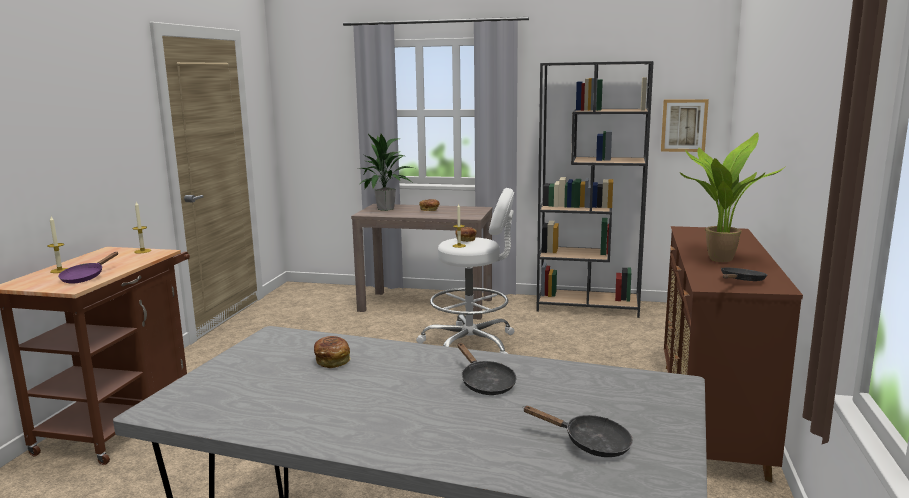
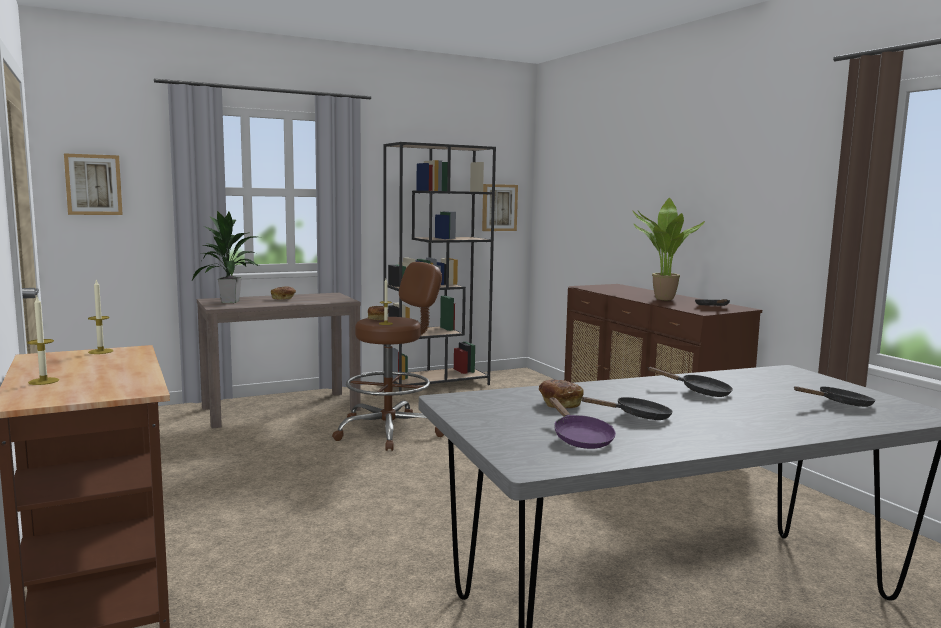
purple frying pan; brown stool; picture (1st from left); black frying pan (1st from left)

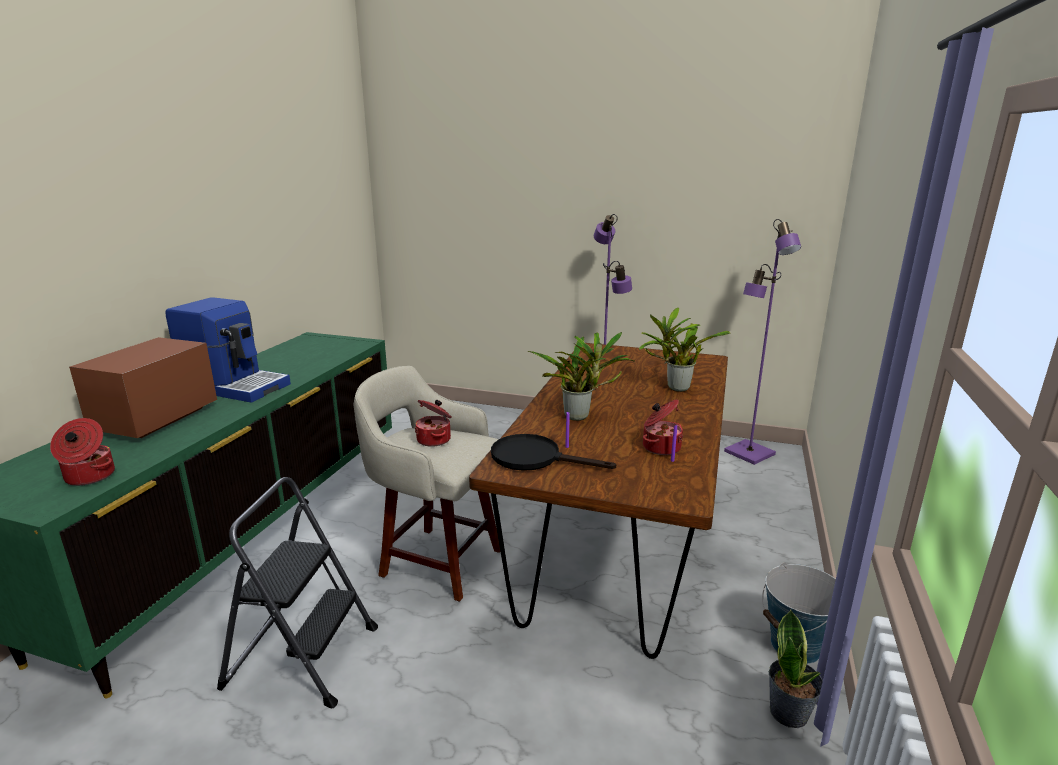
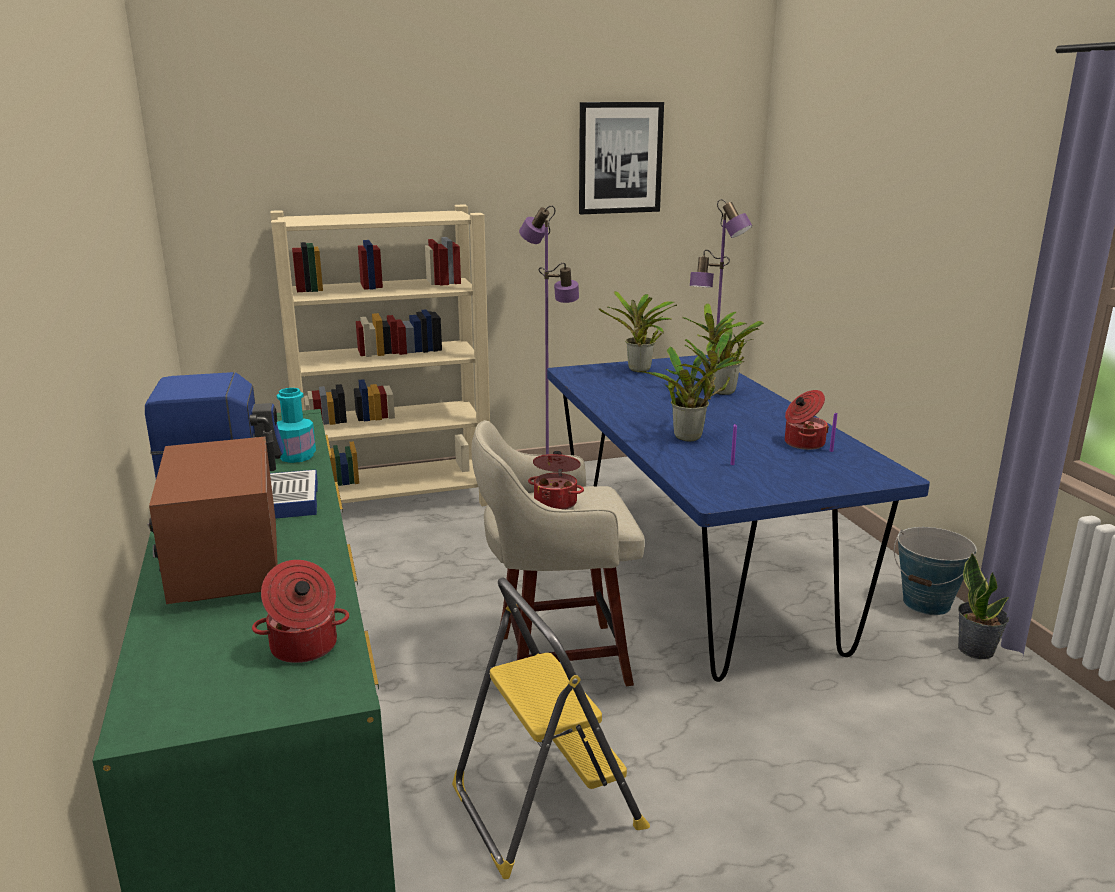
yellow step ladder; blue dining table; black frying pan; beige bookcase; turquoise bottle; picture; potted plant (1st from left)

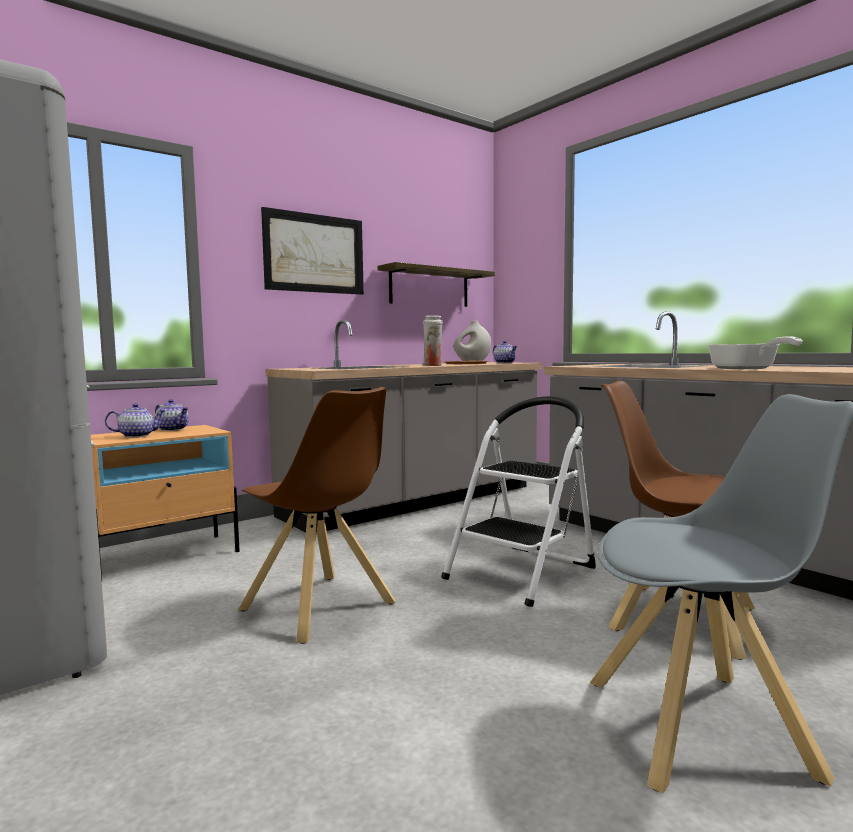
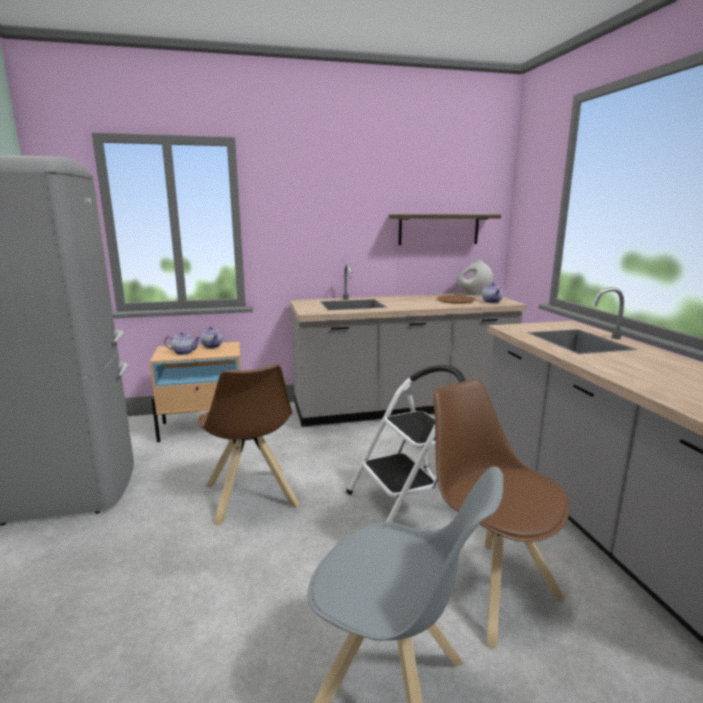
picture; white vase (1st from left in the first image); frying pan

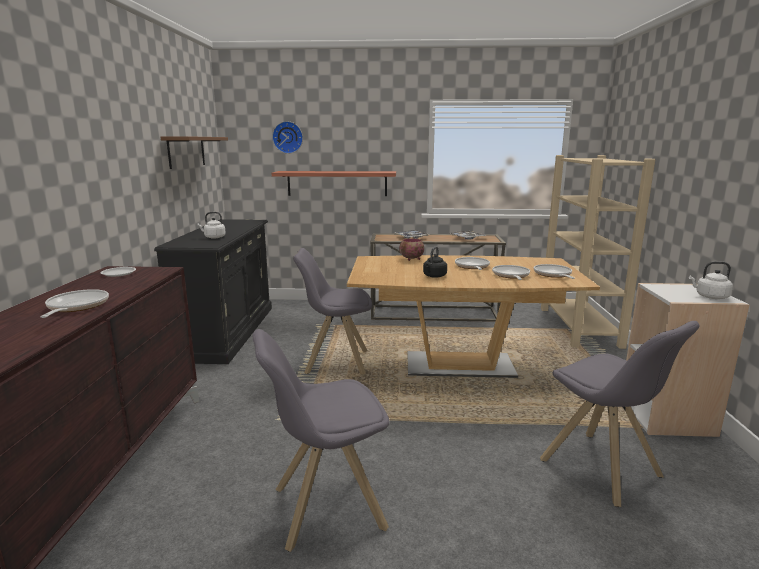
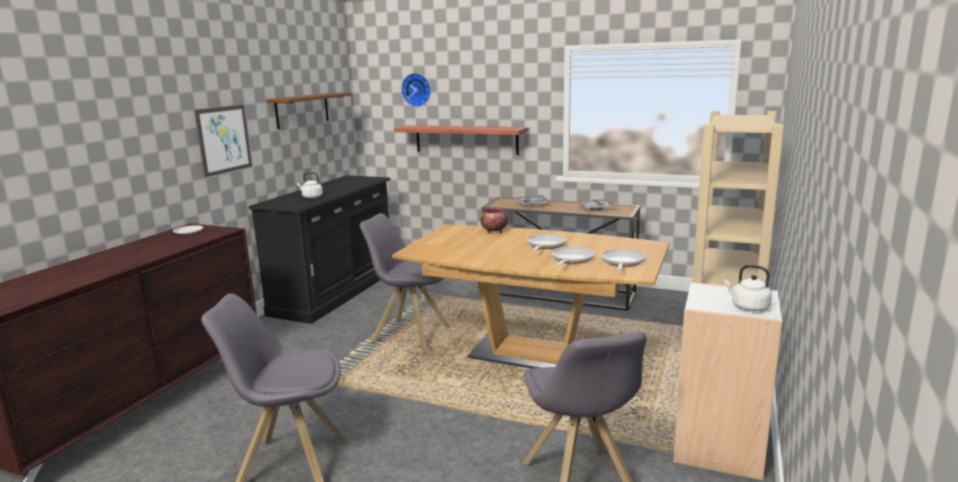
frying pan (1st from left in the first image); black kettle; picture

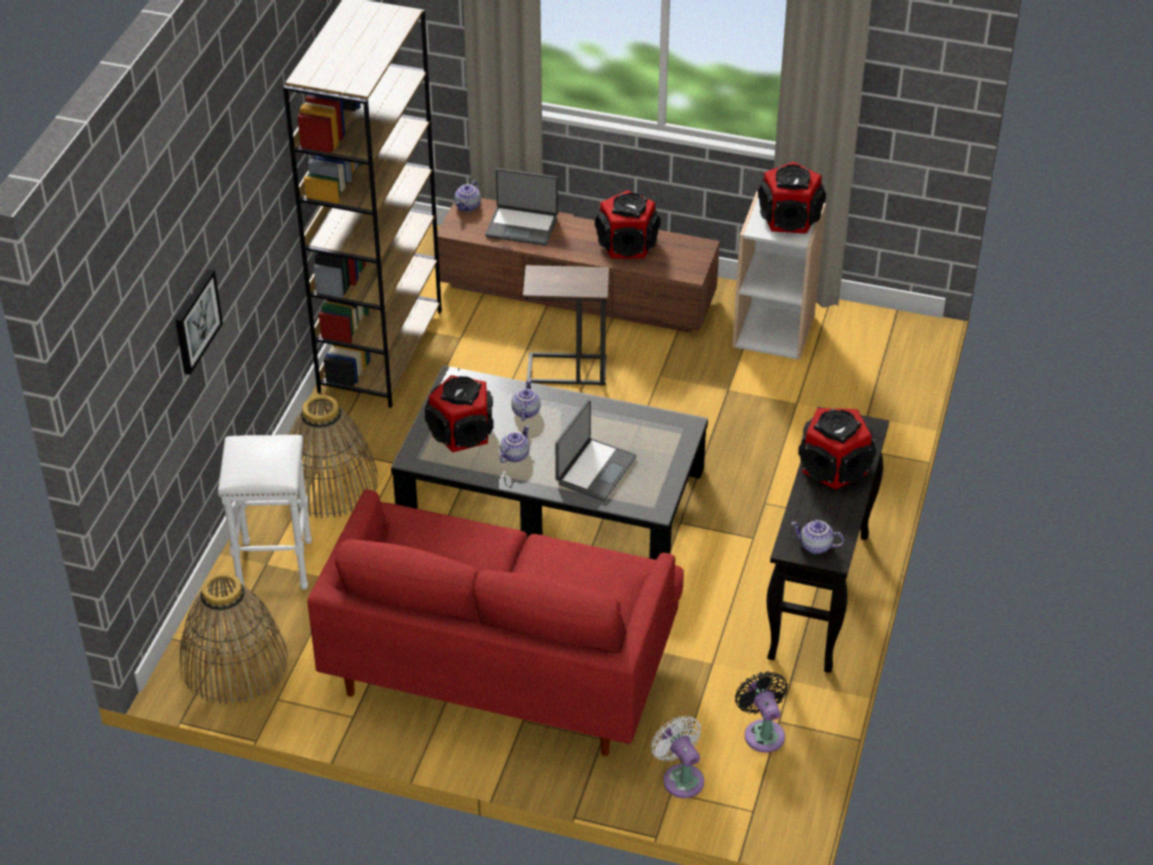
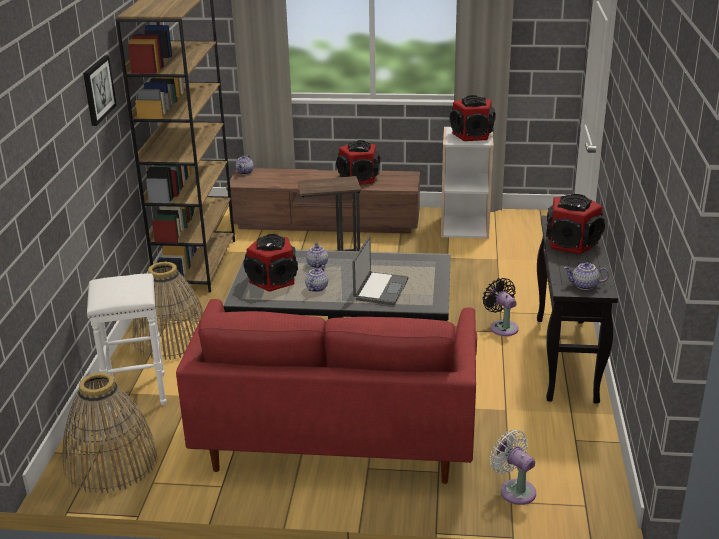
picture; laptop (1st from left in the first image); black fan

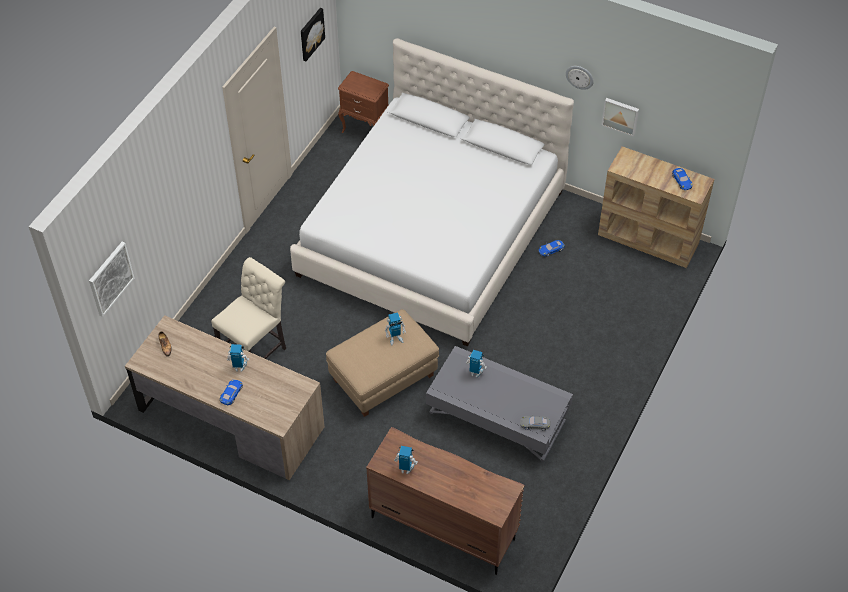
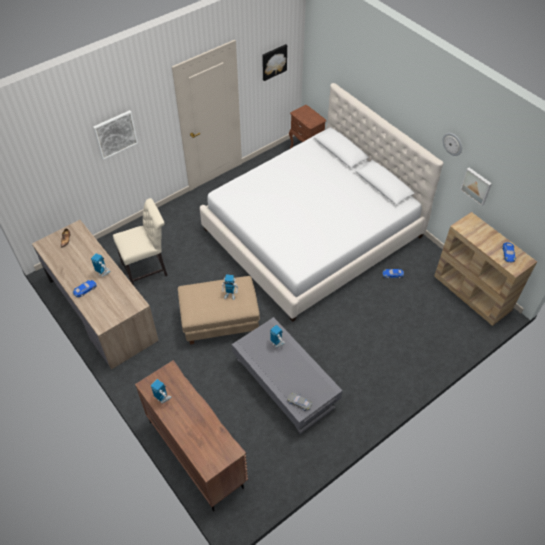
picture (1st from left)

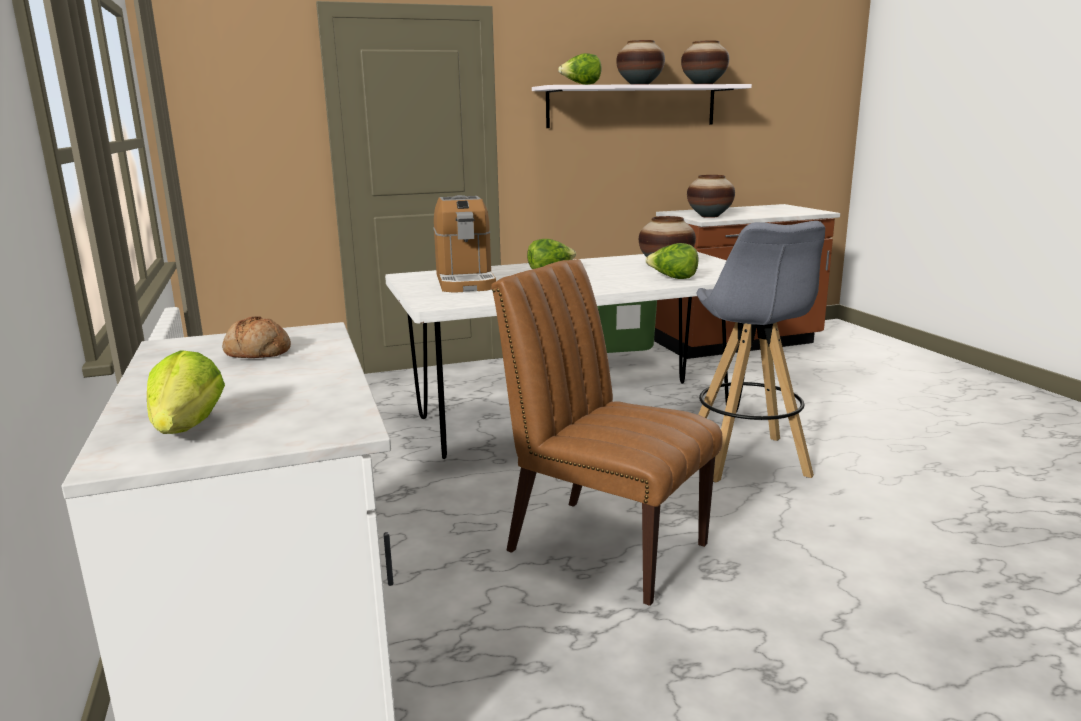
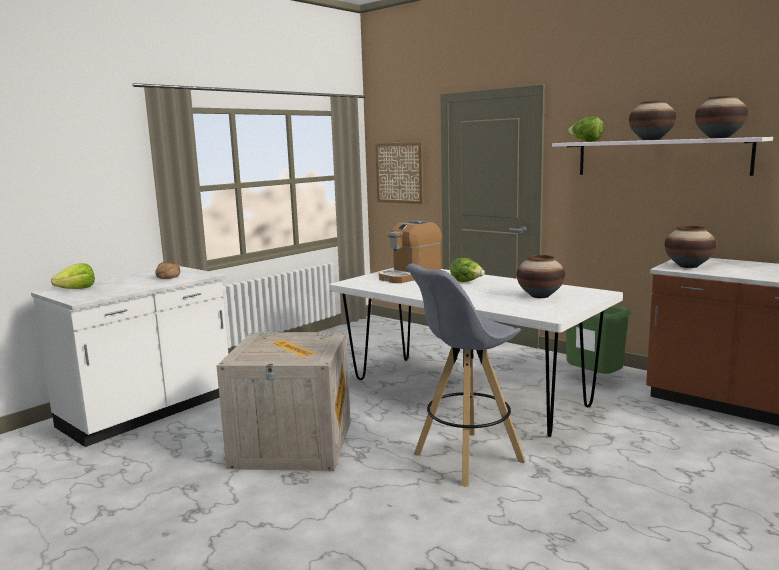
crate; lettuce (4th from left in the first image); picture

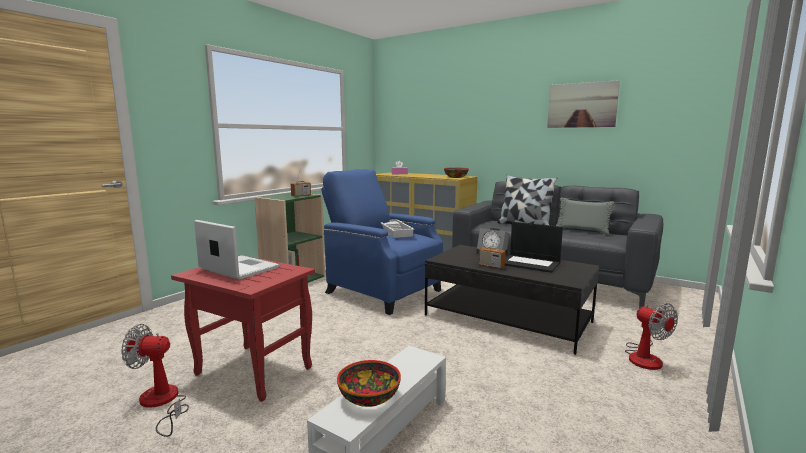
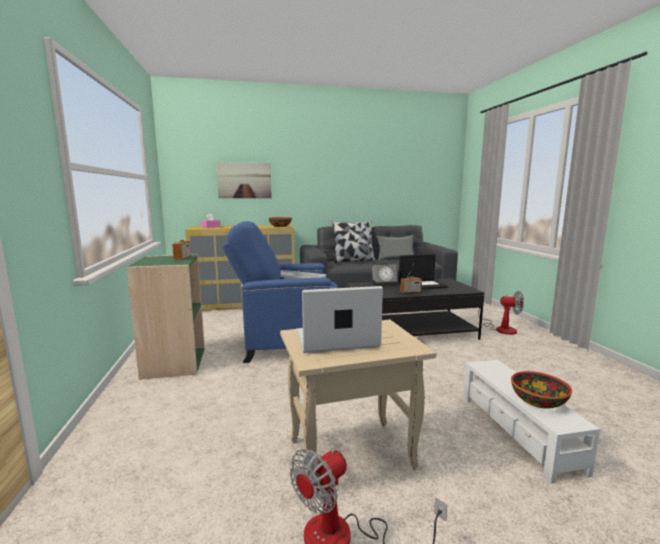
beige side table; picture

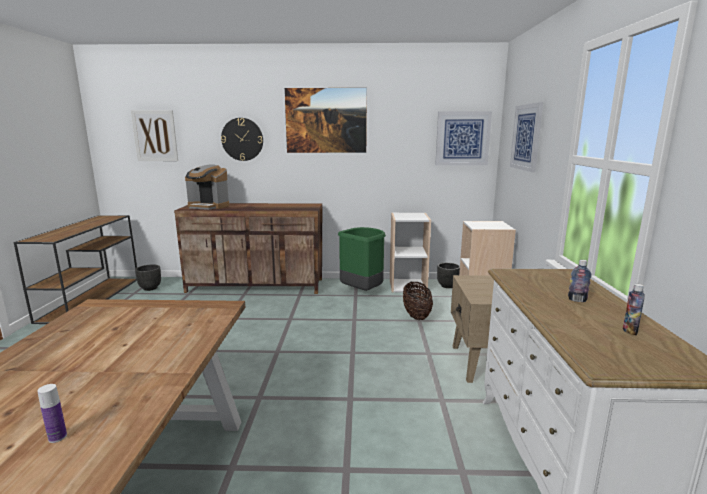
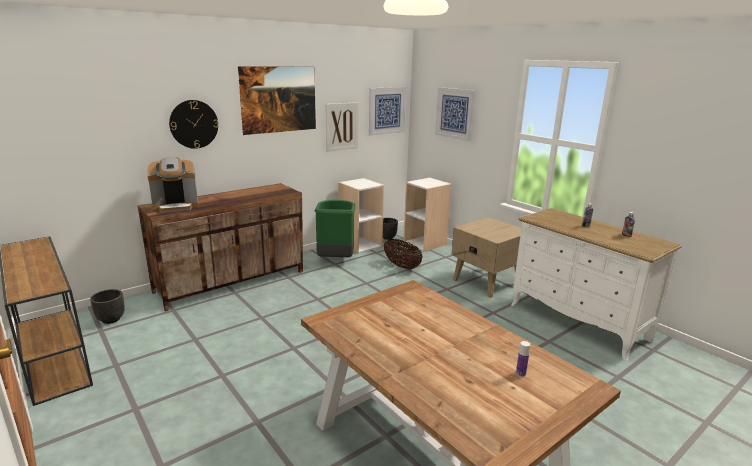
picture (2nd from left)

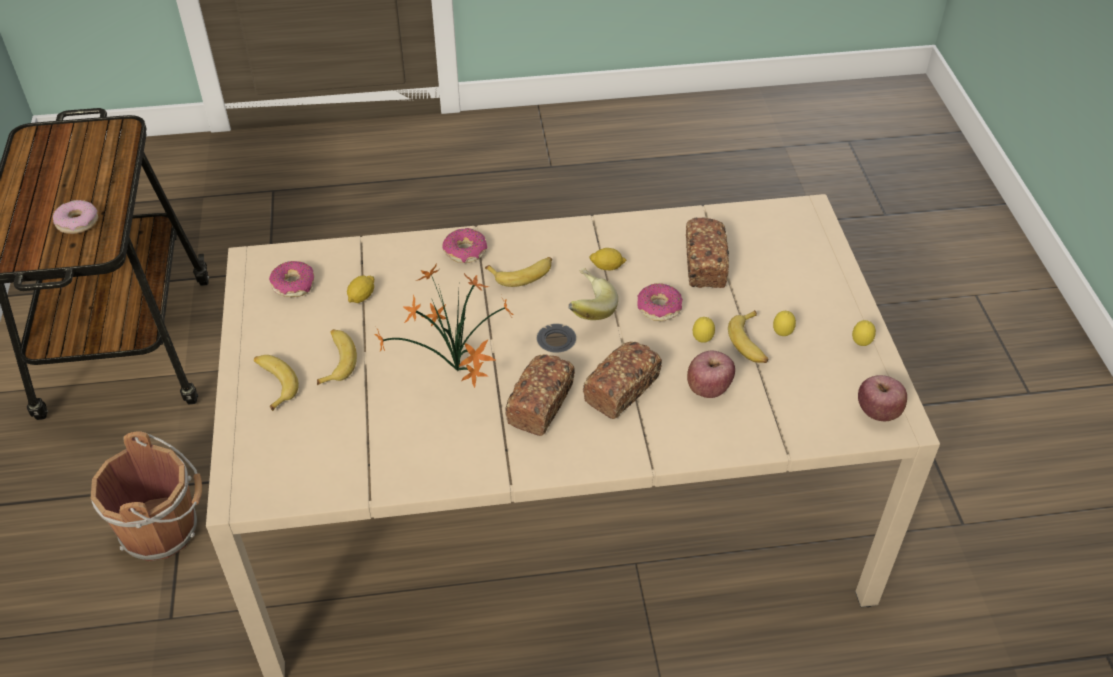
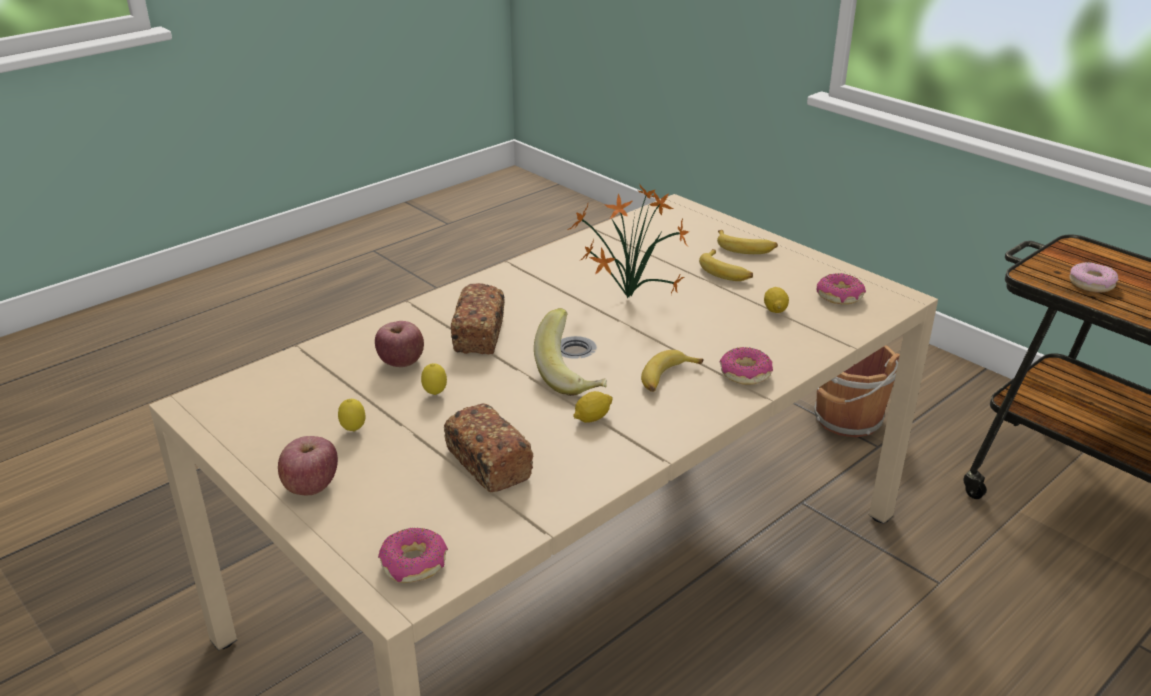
bread (1st from left in the first image); donut (1st from left); banana (5th from left in the first image); lemon (5th from left in the first image); apple (1st from left)

